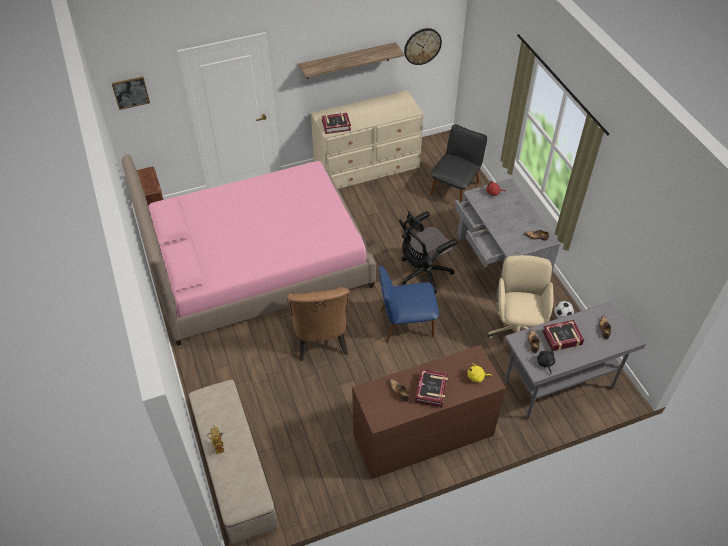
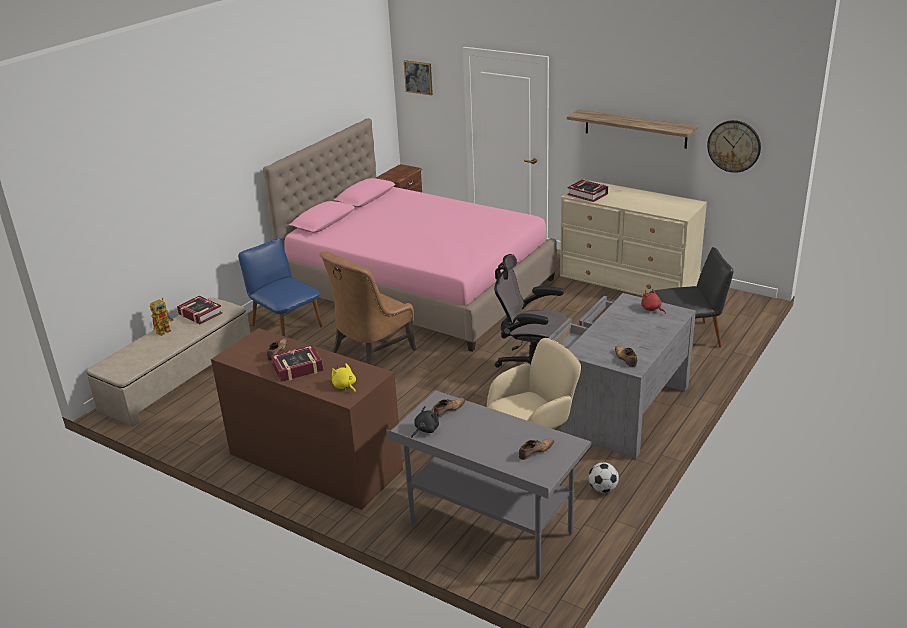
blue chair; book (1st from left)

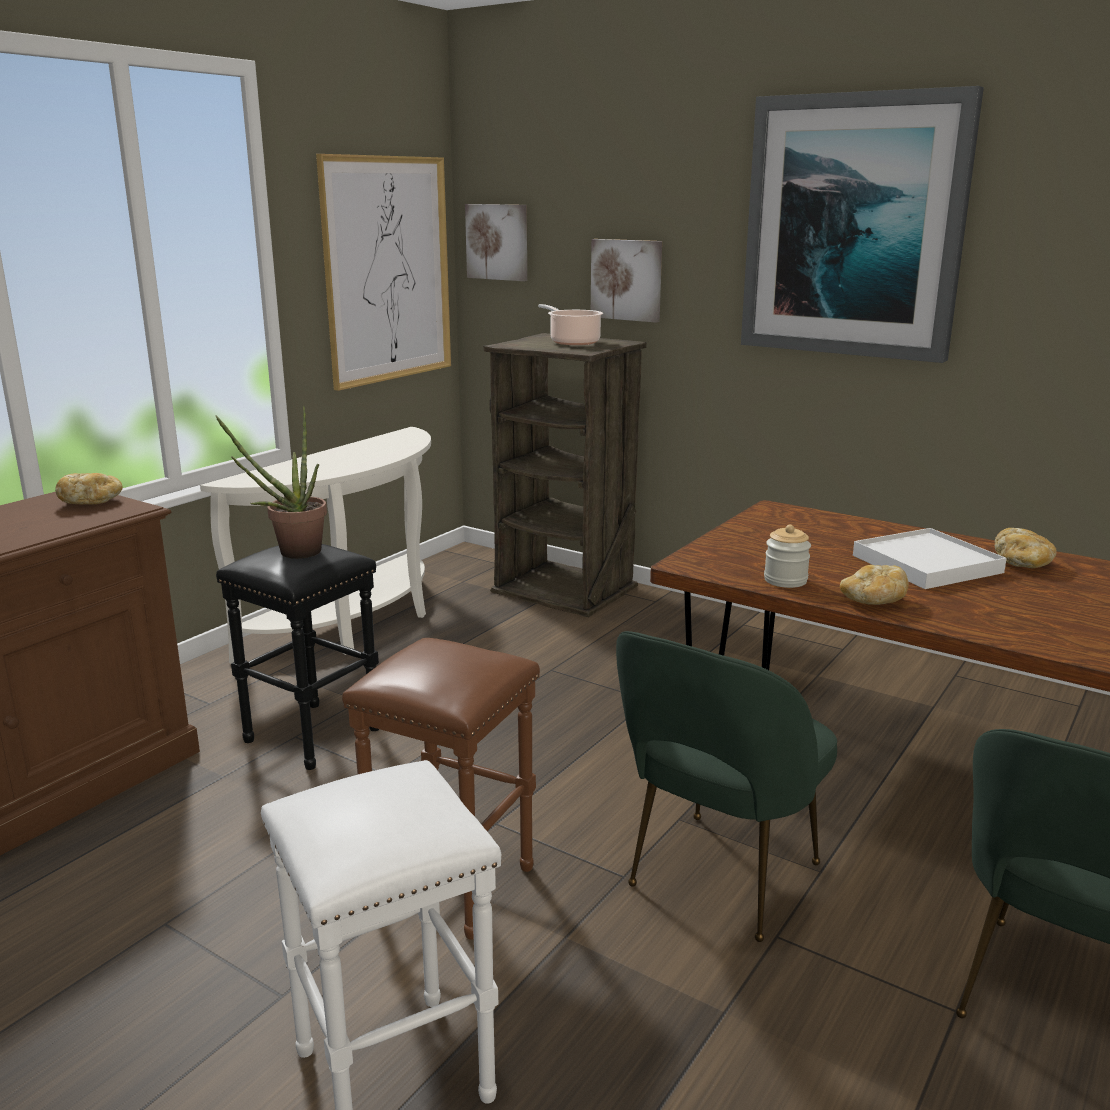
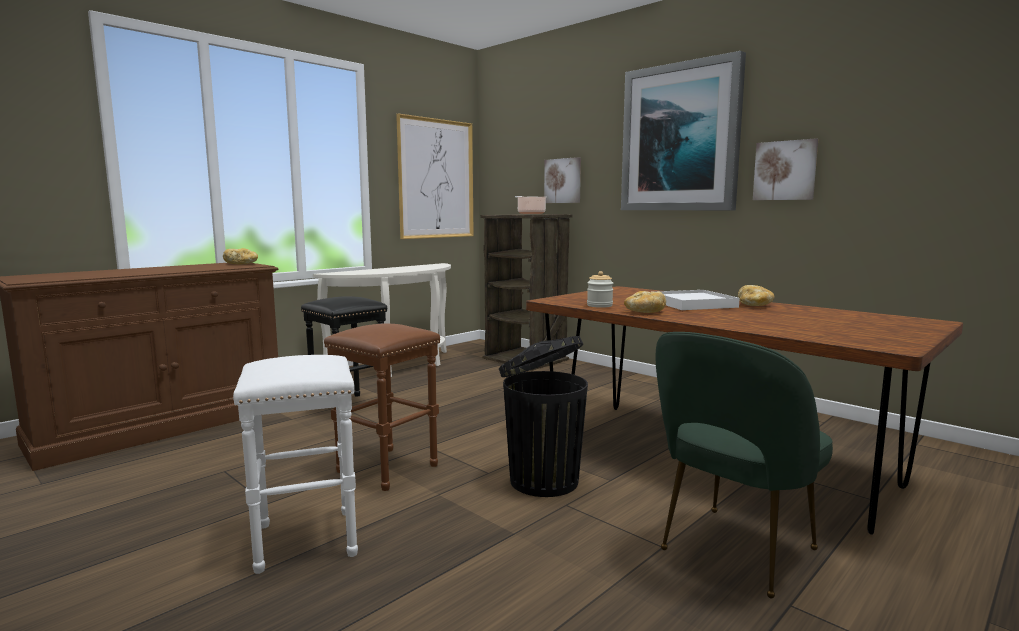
potted plant; picture (4th from left); black trash can

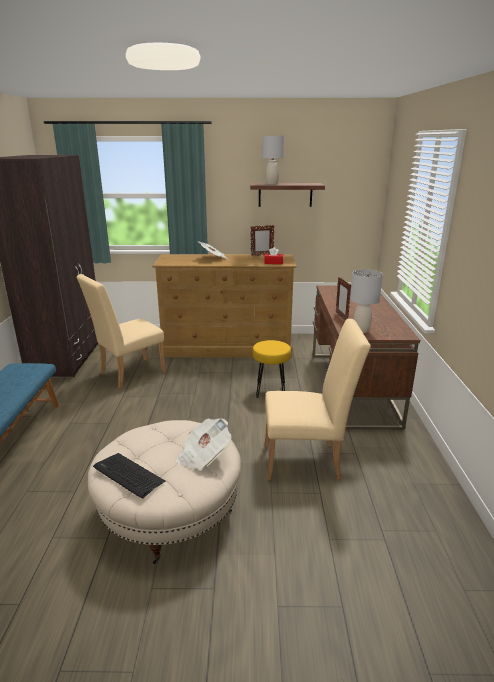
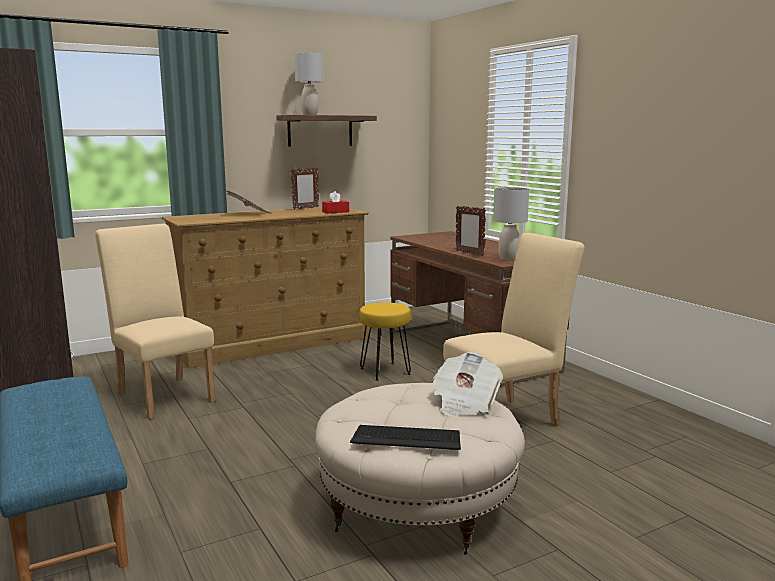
beige chair (1st from left)

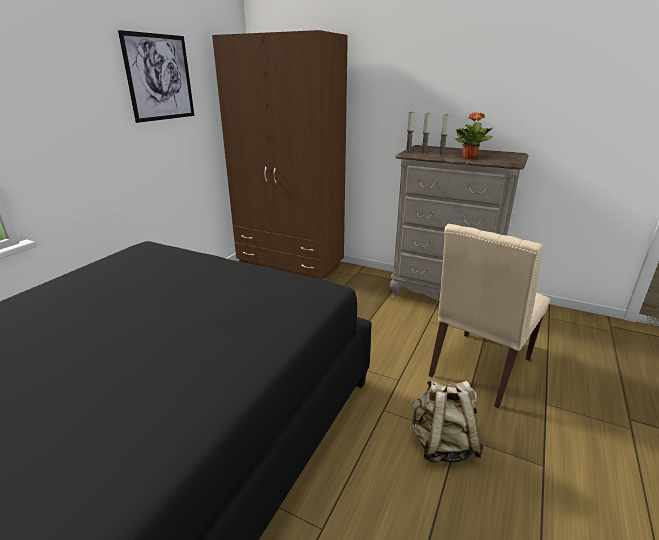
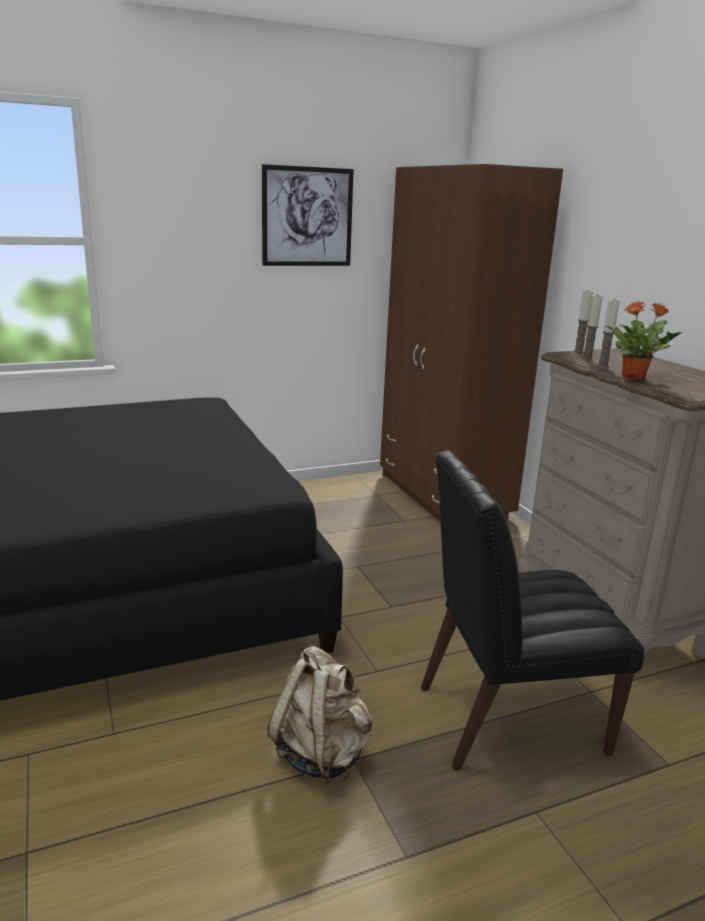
black chair

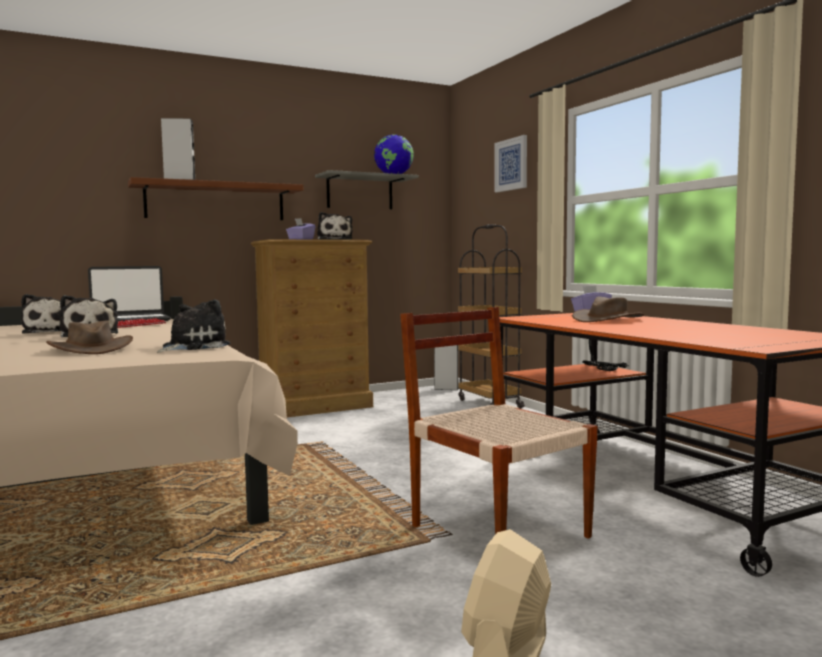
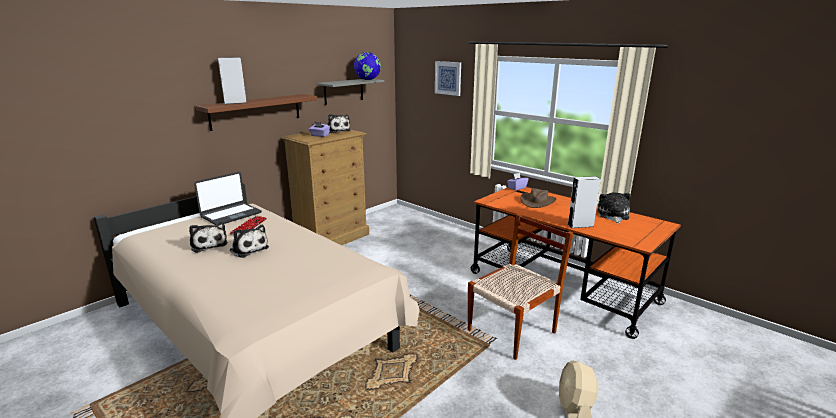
brown hat (1st from left in the first image); plush toy (4th from left); chair; grey speaker (2nd from left); brown cart

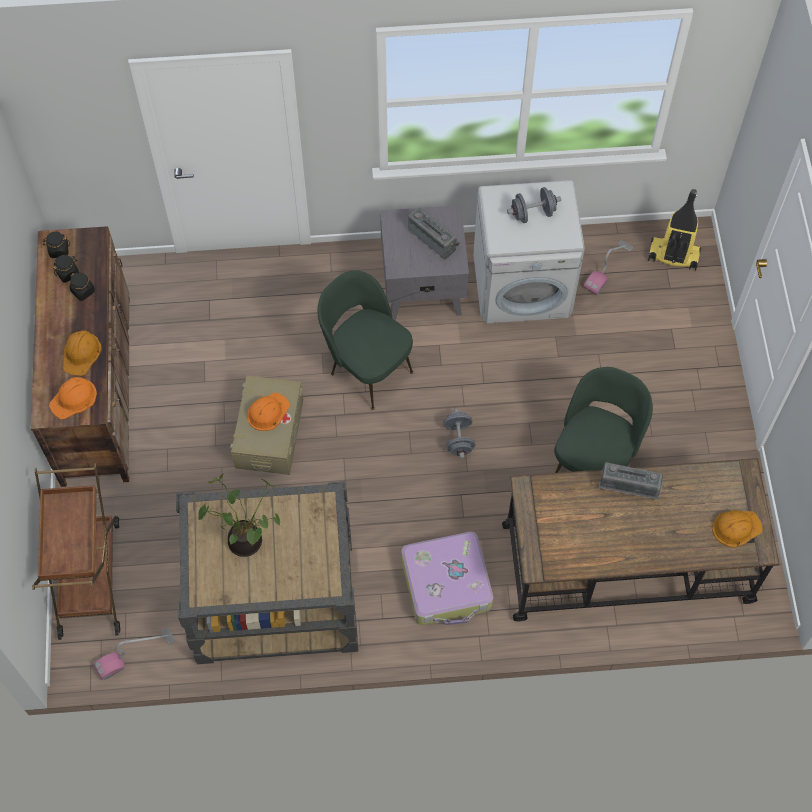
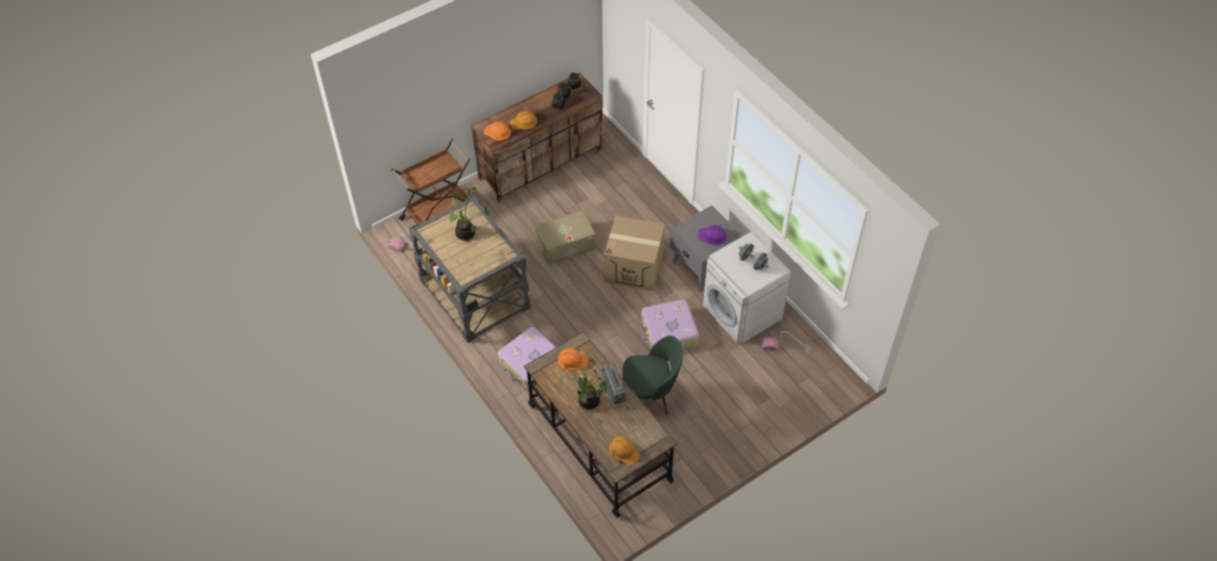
orange hard hat (3rd from left); cardboard box; purple hard hat; grey dumbbell (1st from left in the first image); vacuum cleaner (3rd from left in the first image); potted plant (2nd from left); suitcase (2nd from left)

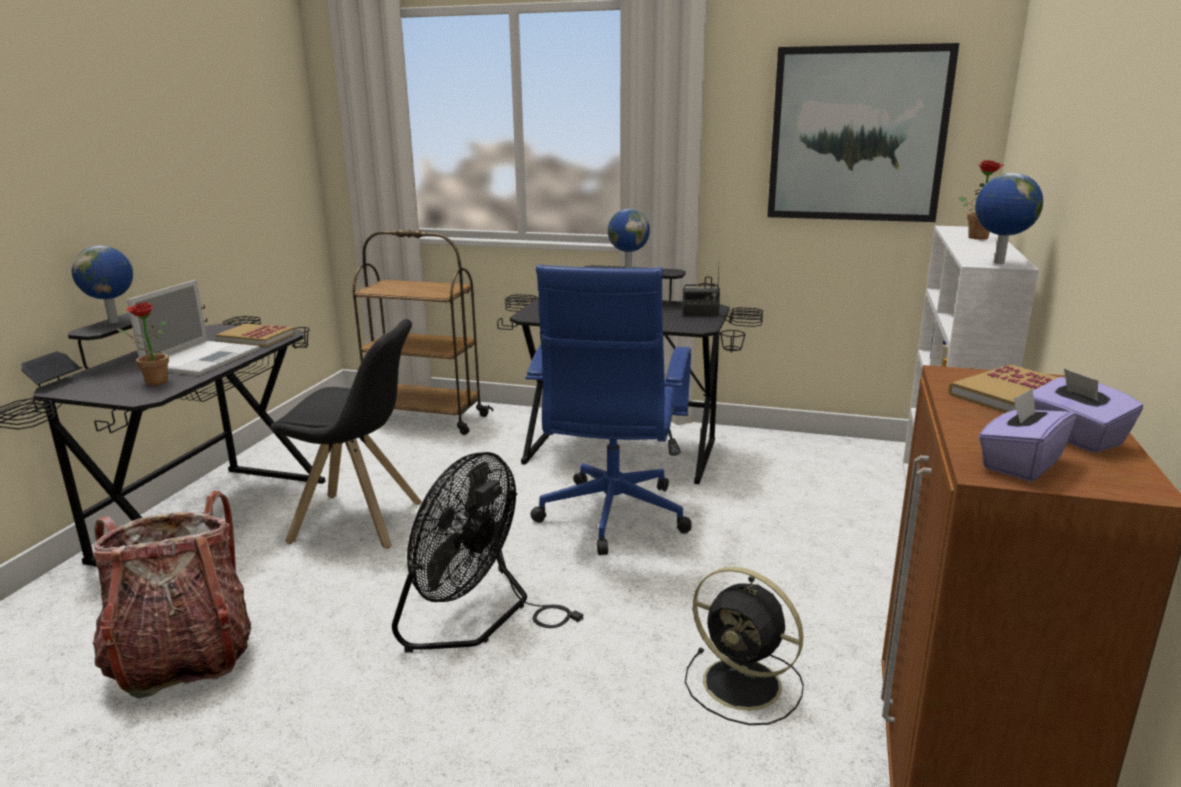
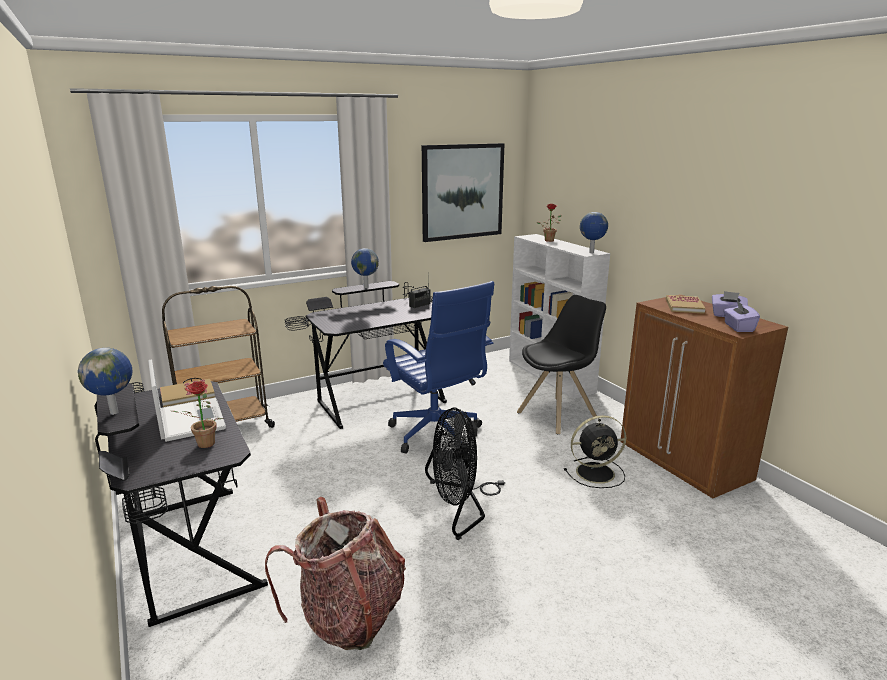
black chair

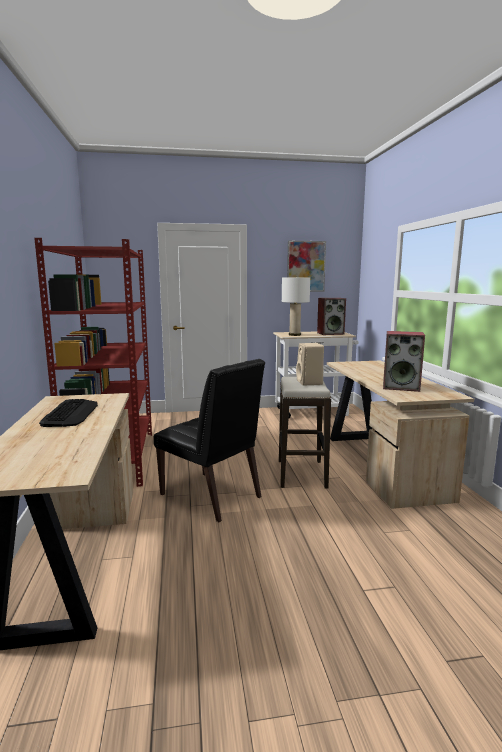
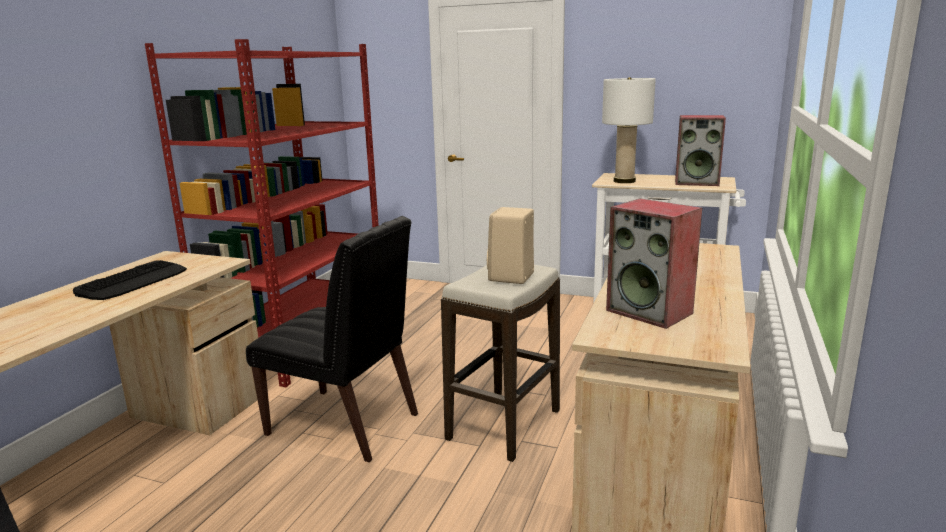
black chair; picture

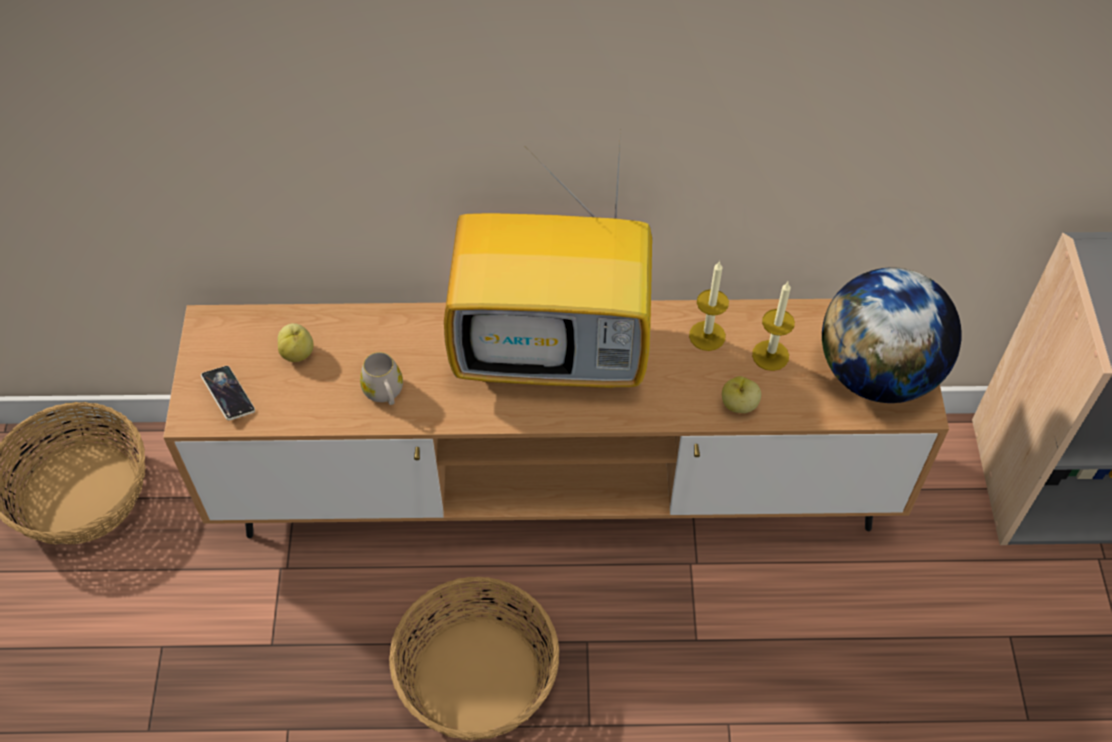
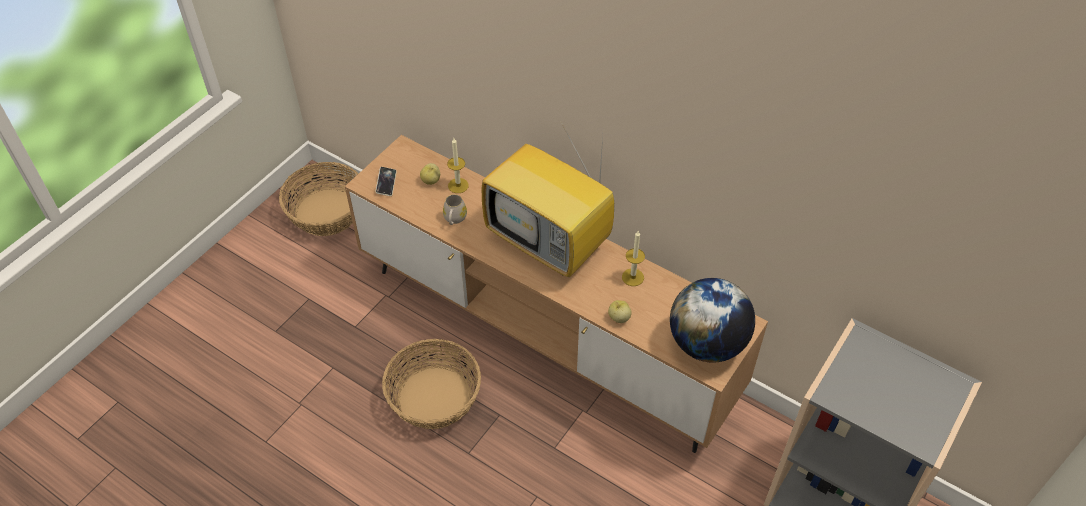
candle (1st from left)

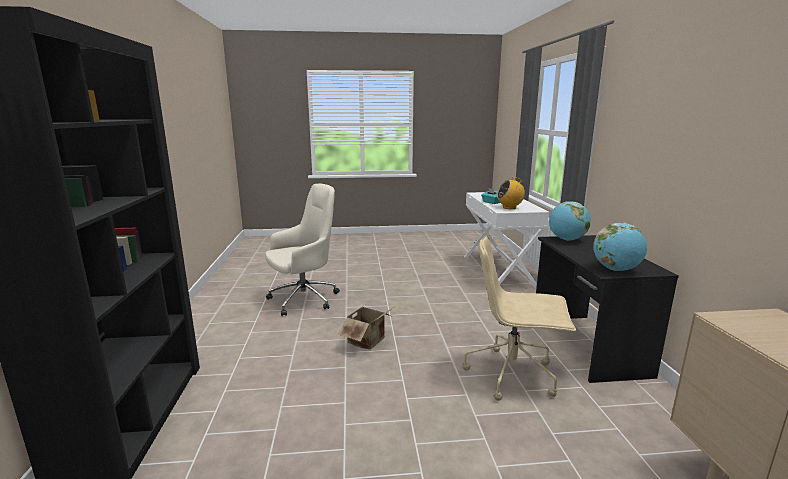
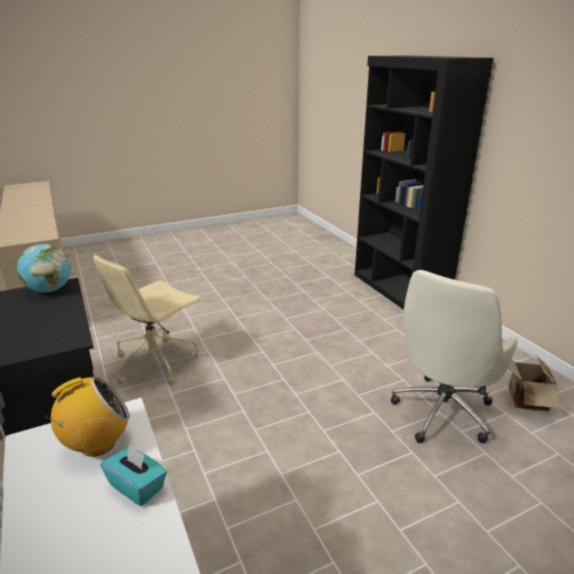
cardboard box; beige office chair (1st from left); globe (1st from left in the first image)

